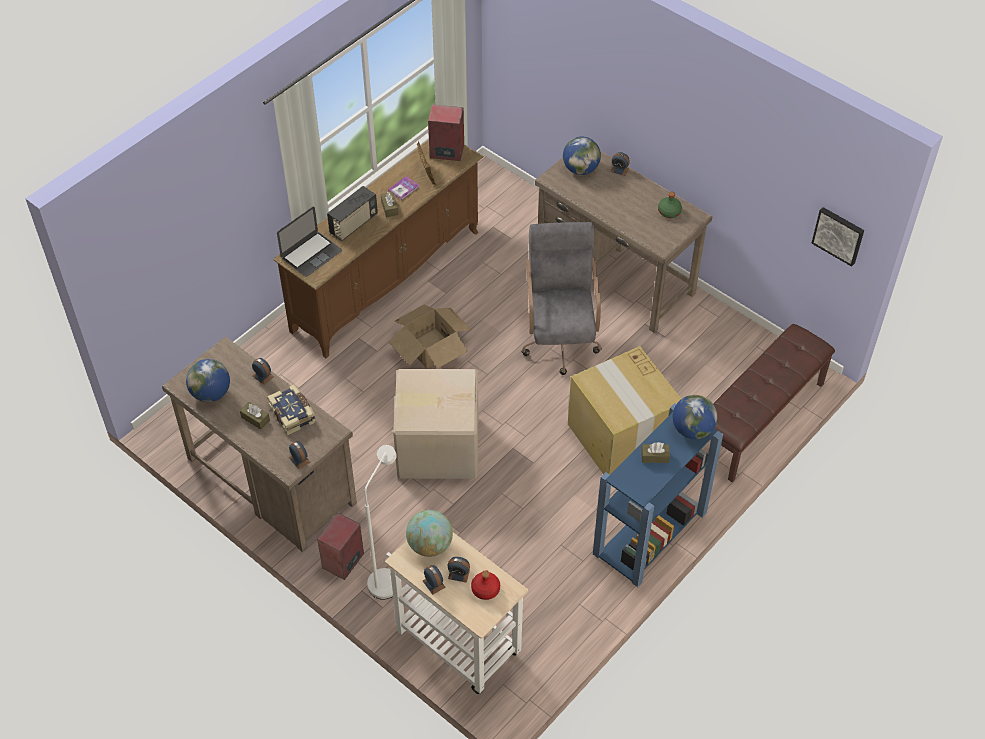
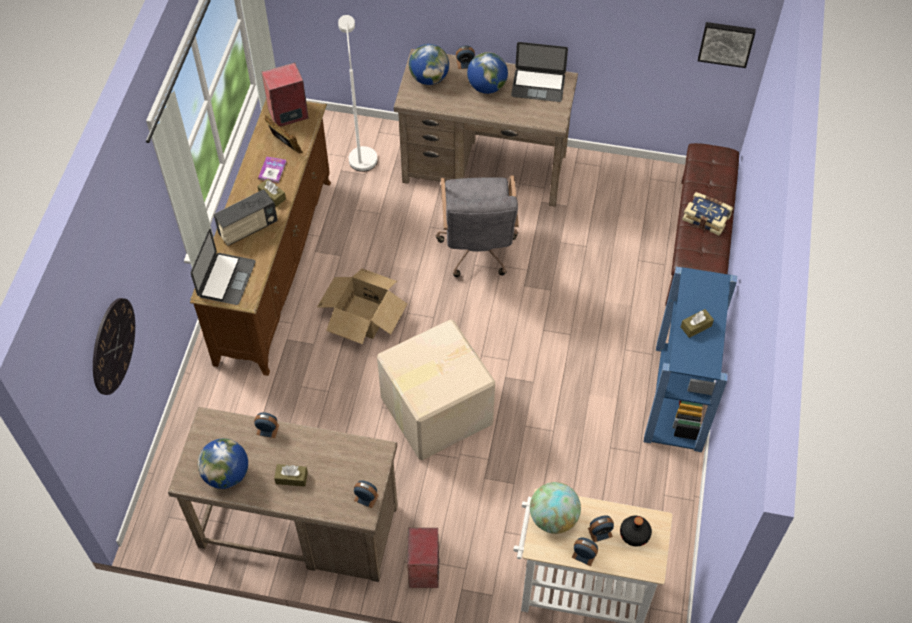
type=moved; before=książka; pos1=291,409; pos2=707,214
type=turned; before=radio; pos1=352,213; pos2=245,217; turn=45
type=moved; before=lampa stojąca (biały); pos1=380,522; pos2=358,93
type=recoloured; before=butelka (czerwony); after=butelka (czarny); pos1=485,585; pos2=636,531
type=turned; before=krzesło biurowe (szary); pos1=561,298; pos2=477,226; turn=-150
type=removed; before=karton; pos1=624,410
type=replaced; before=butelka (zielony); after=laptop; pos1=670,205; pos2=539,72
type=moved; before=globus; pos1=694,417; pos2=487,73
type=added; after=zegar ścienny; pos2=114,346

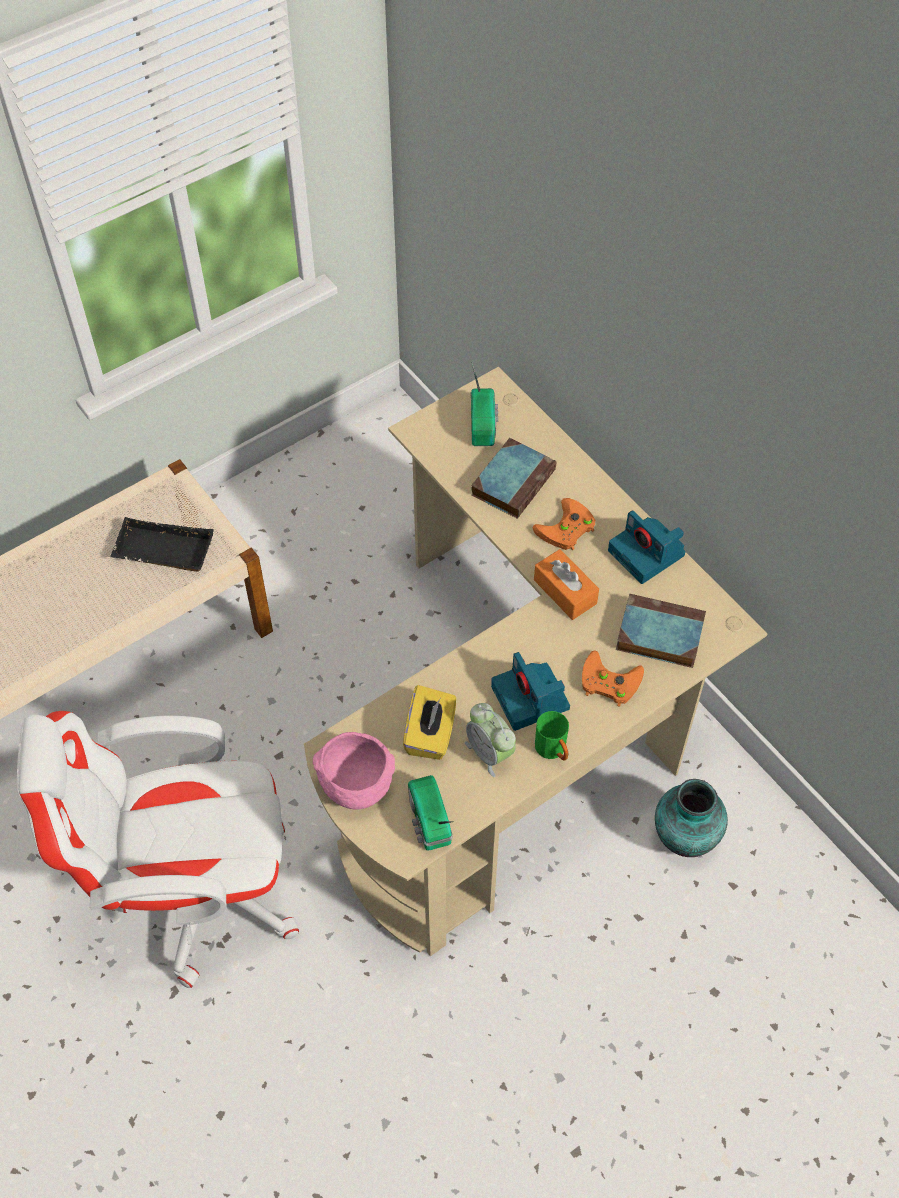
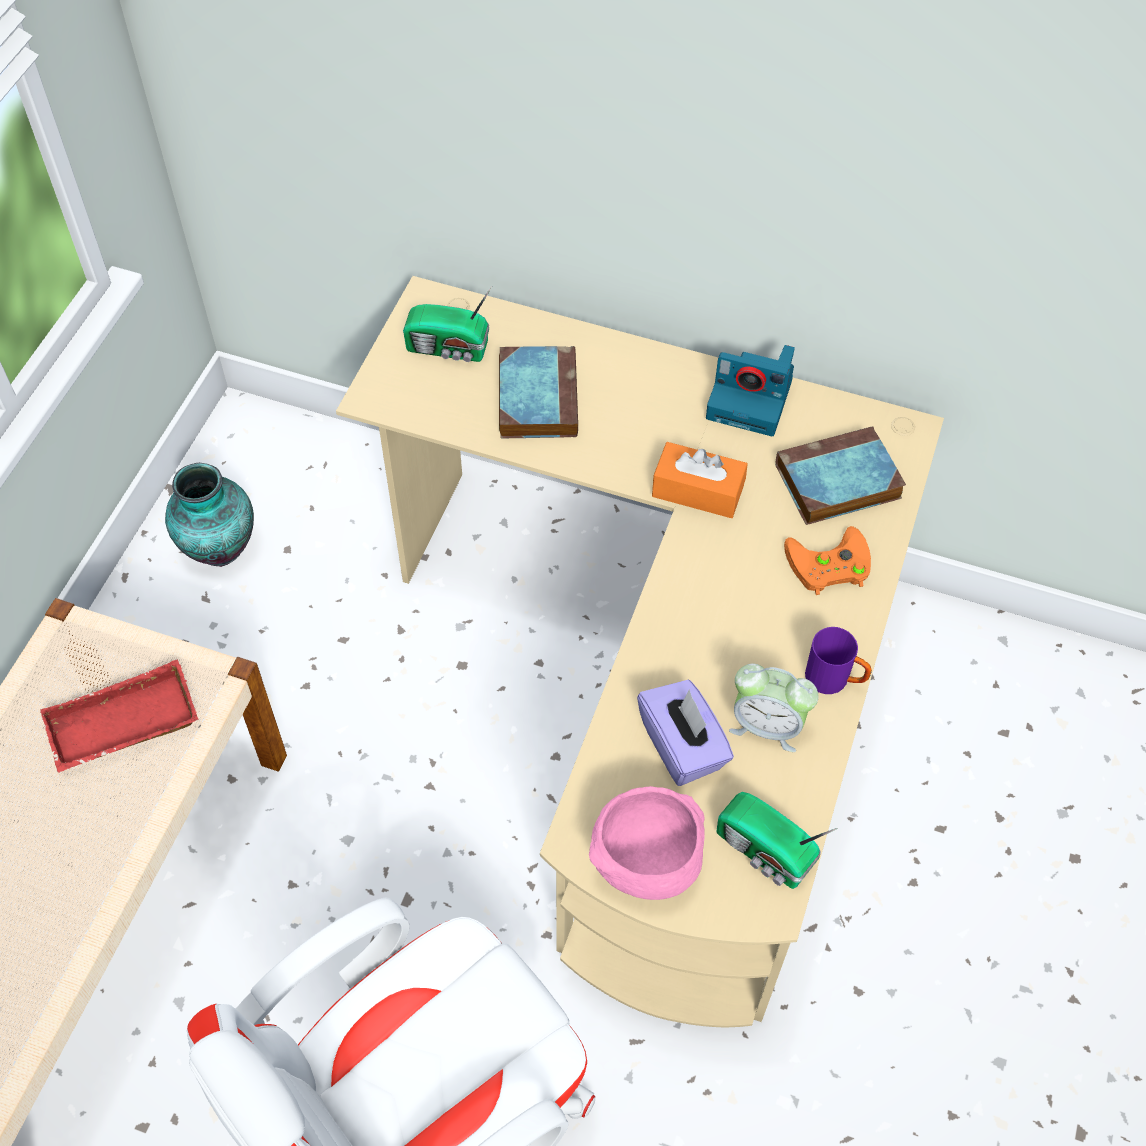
type=recoloured; before=taca (czarny); after=taca (czerwony); pos1=162,544; pos2=119,716
type=recoloured; before=pudełko chusteczek (żółty); after=pudełko chusteczek (fioletowy); pos1=429,722; pos2=685,733
type=turned; before=radio; pos1=484,404; pos2=447,324; turn=135
type=removed; before=aparat fotograficzny; pos1=530,691
type=removed; before=pad do gier (pomarańczowy); pos1=564,524
type=recoloured; before=kubek (zielony); after=kubek (fioletowy); pos1=552,735; pos2=838,660
type=moved; before=wazon; pos1=691,818; pos2=209,515

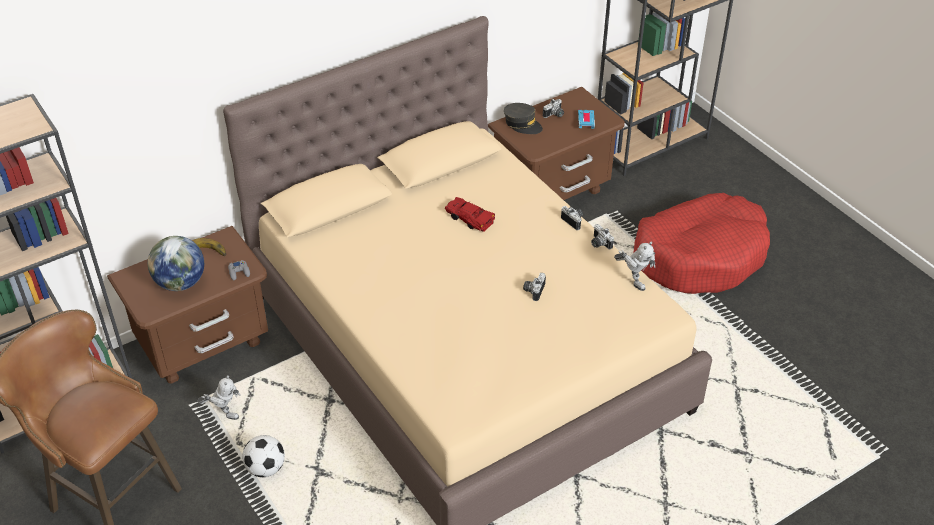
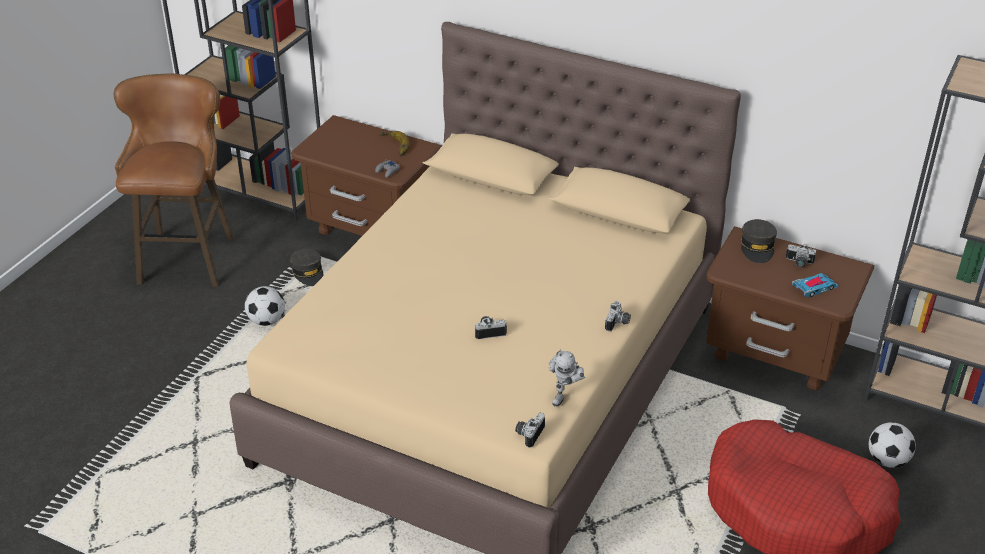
type=removed; before=globus; pos1=176,263
type=replaced; before=robot zabawkowy; after=czapka z daszkiem (szary); pos1=219,397; pos2=306,267
type=removed; before=samochodzik (czerwony); pos1=470,214
type=moved; before=aparat fotograficzny; pos1=602,236; pos2=530,430
type=added; after=piłka futbolowa; pos2=892,445

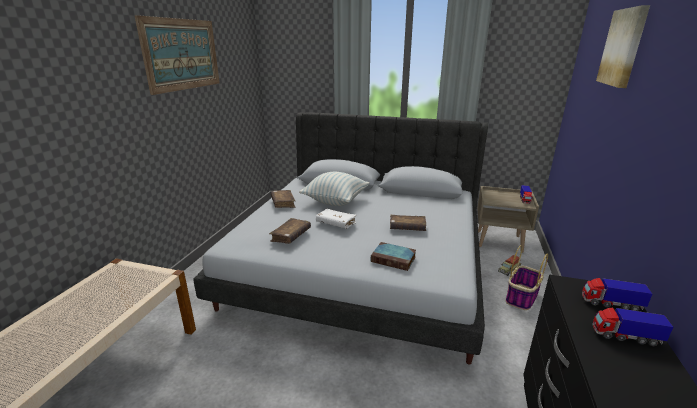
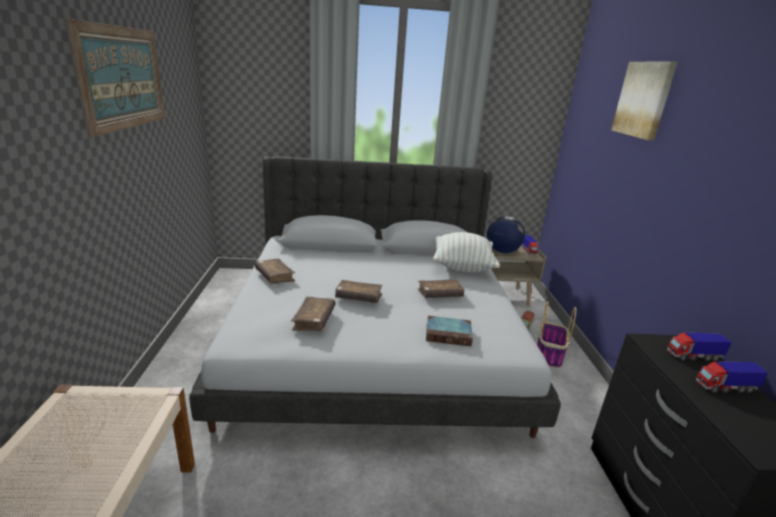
type=moved; before=poduszka; pos1=334,189; pos2=466,252
type=recoloured; before=książka (biały); after=książka (brązowy); pos1=336,219; pos2=359,291
type=added; after=globus; pos2=506,234

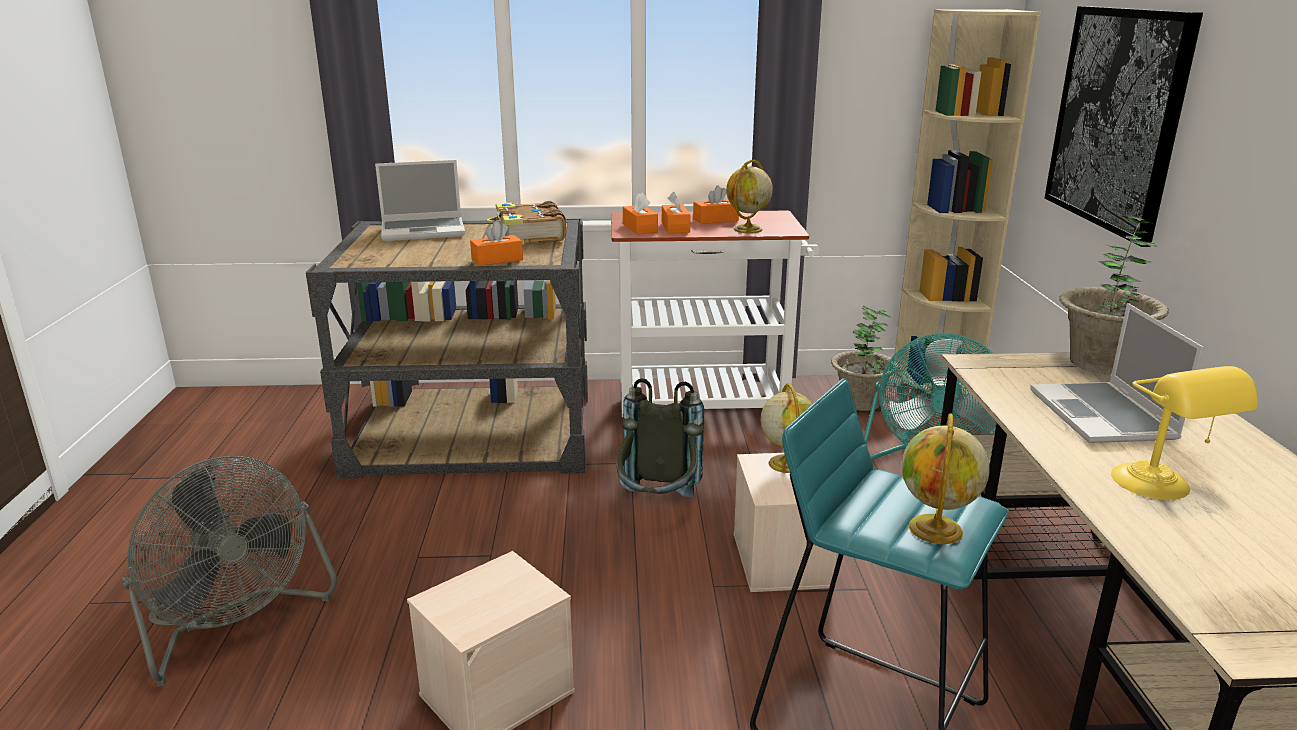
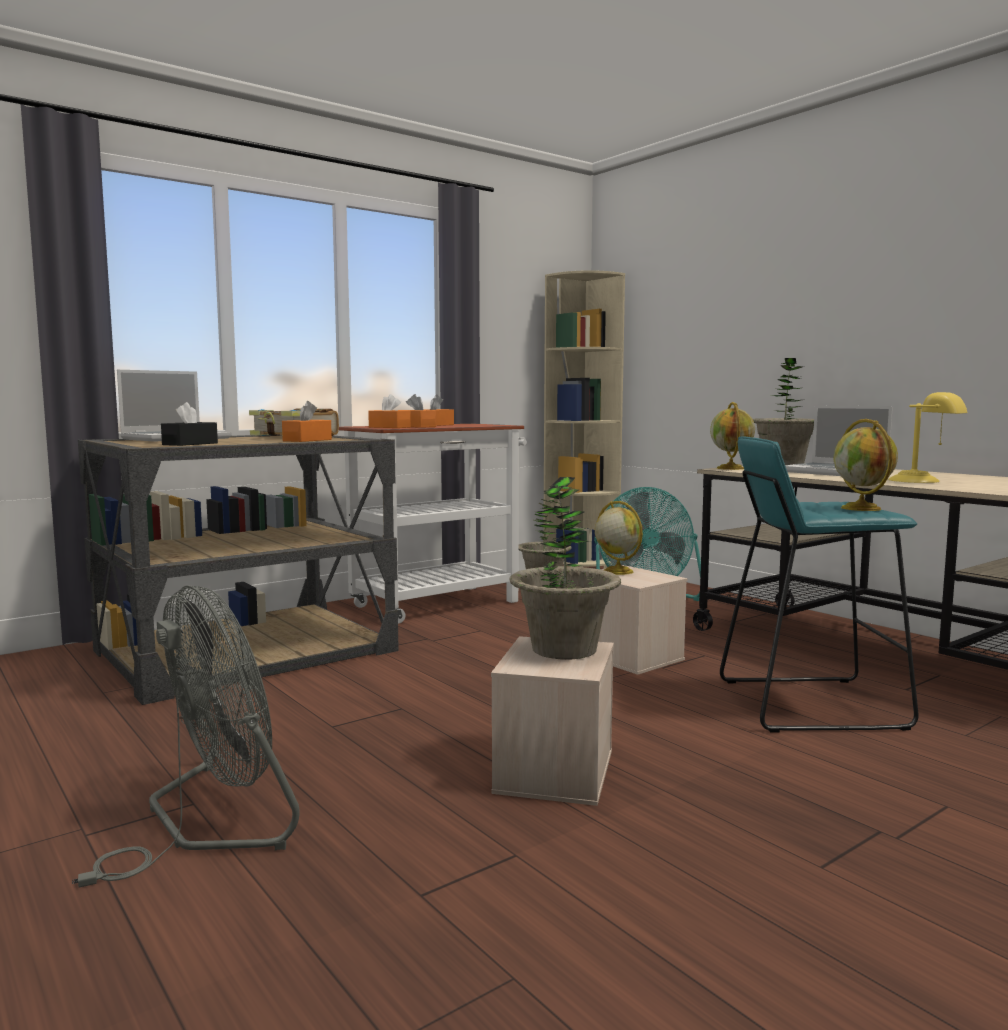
type=turned; before=wentylator (szary); pos1=229,571; pos2=186,736; turn=-45
type=removed; before=plecak (szary); pos1=660,437
type=moved; before=globus; pos1=749,196; pos2=732,436
type=removed; before=obraz; pos1=1123,126
type=added; after=pudełko chusteczek (czarny); pos2=189,424
type=added; after=roślina doniczkowa; pos2=565,568

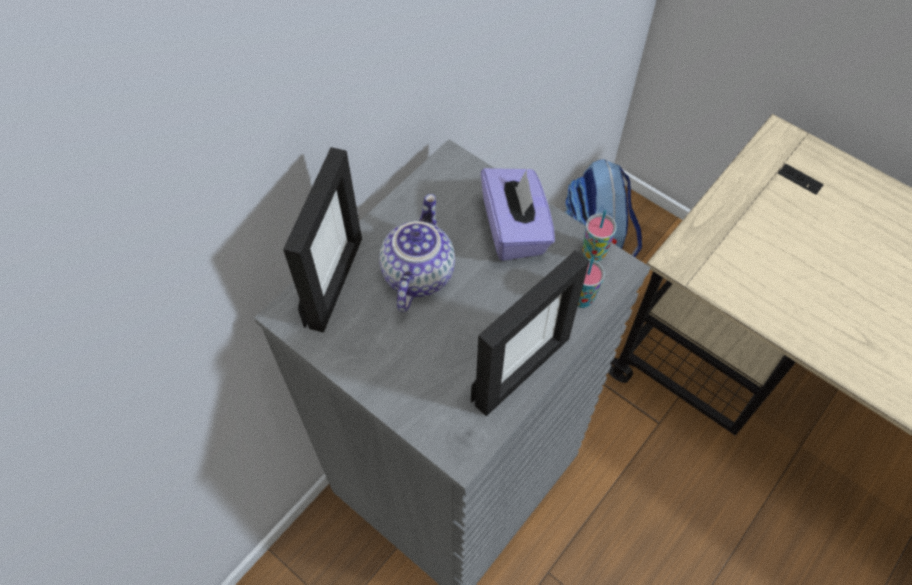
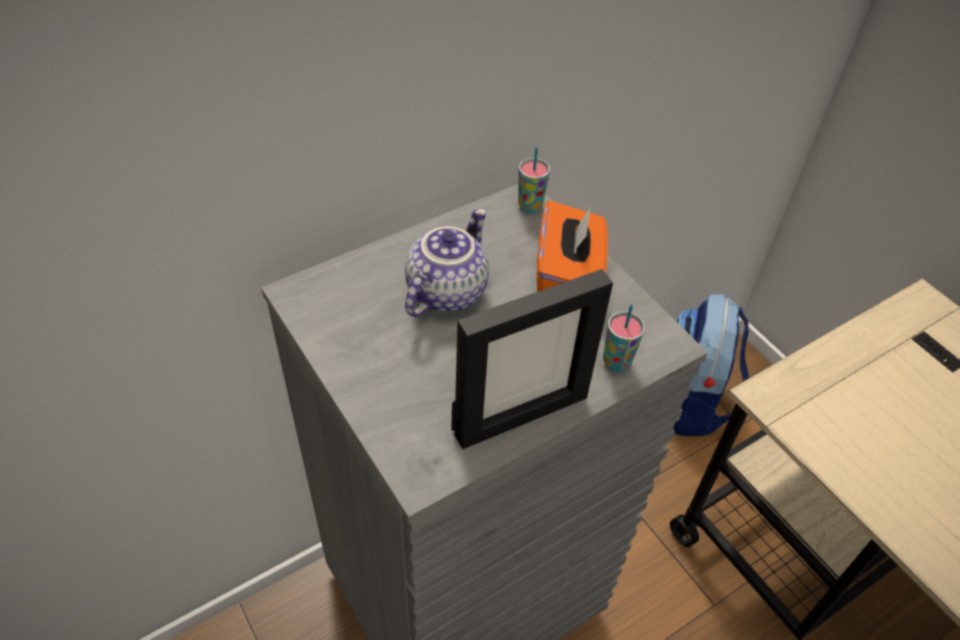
type=removed; before=ramka na zdjęcie; pos1=322,240
type=recoloured; before=pudełko chusteczek (fioletowy); after=pudełko chusteczek (pomarańczowy); pos1=518,214; pos2=572,246
type=moved; before=filiżanka; pos1=599,236; pos2=534,180

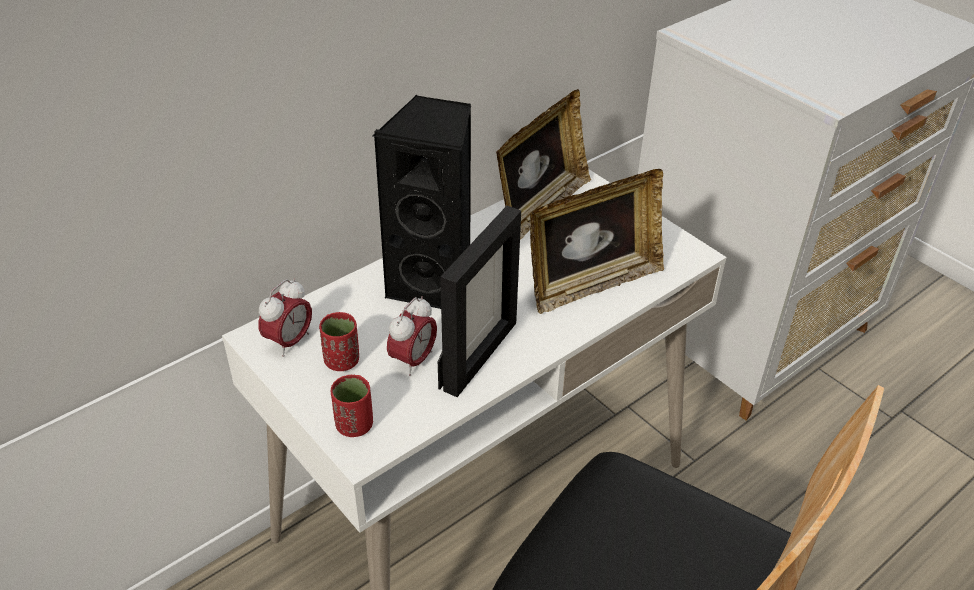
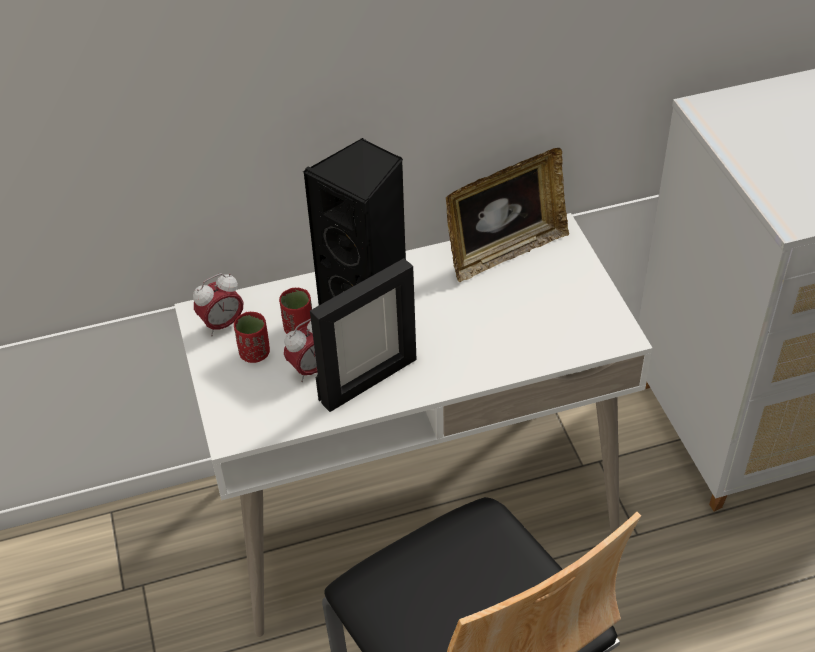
type=moved; before=filiżanka (czerwony); pos1=352,406; pos2=295,311
type=removed; before=ramka na zdjęcie; pos1=597,241

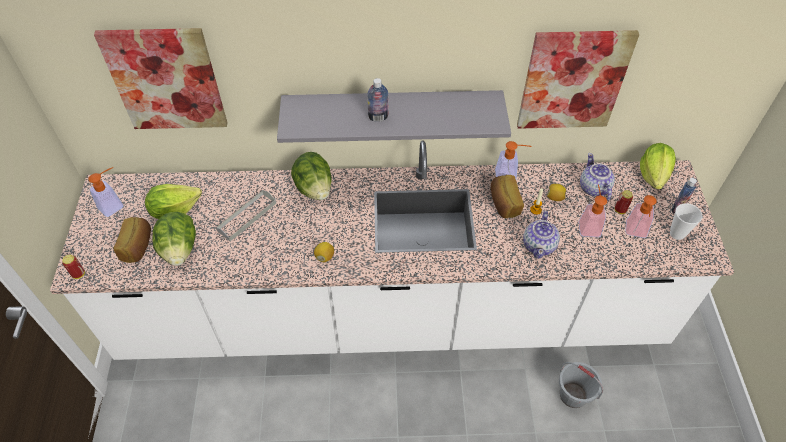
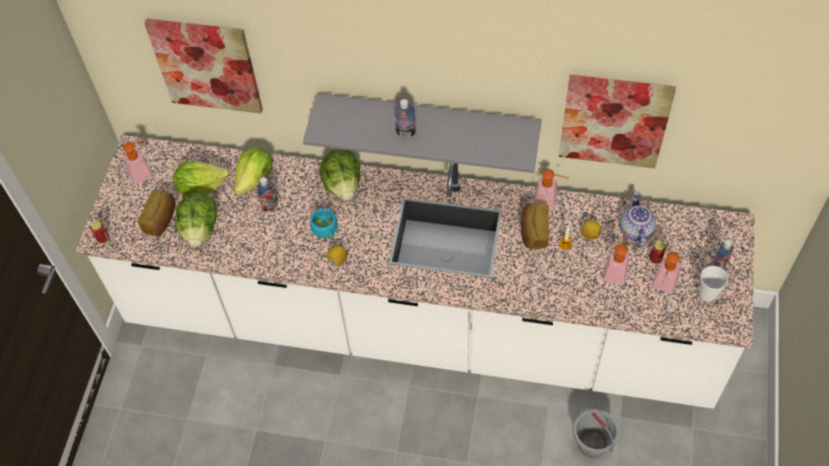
type=replaced; before=taca (szary); after=butelka; pos1=246,215; pos2=267,194
type=removed; before=imbryk; pos1=541,235
type=moved; before=sałata; pos1=658,166; pos2=254,171
type=added; after=filiżanka (turkusowy); pos2=324,224

